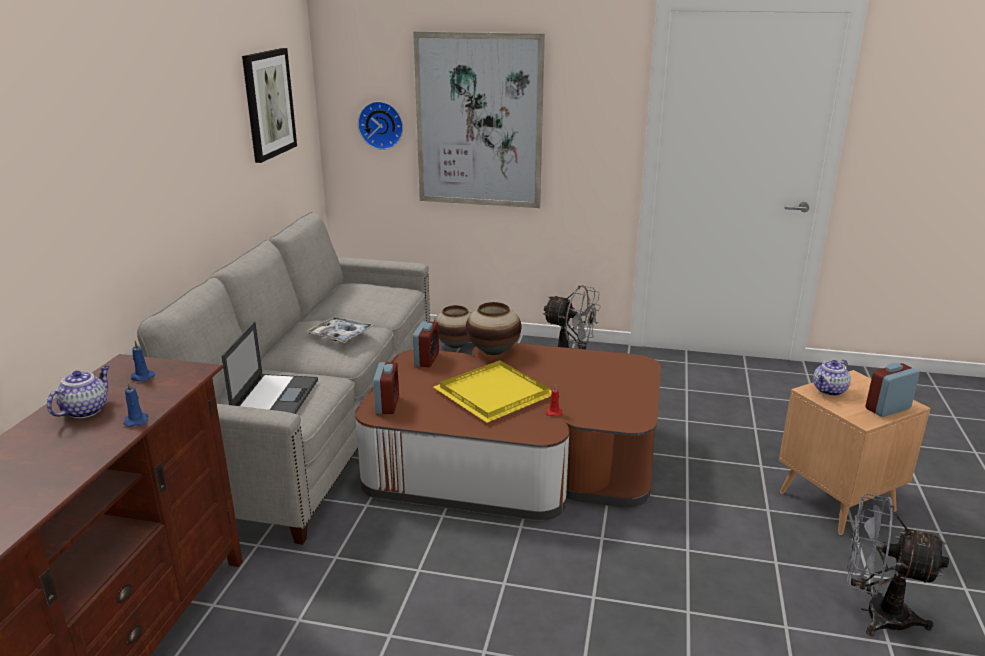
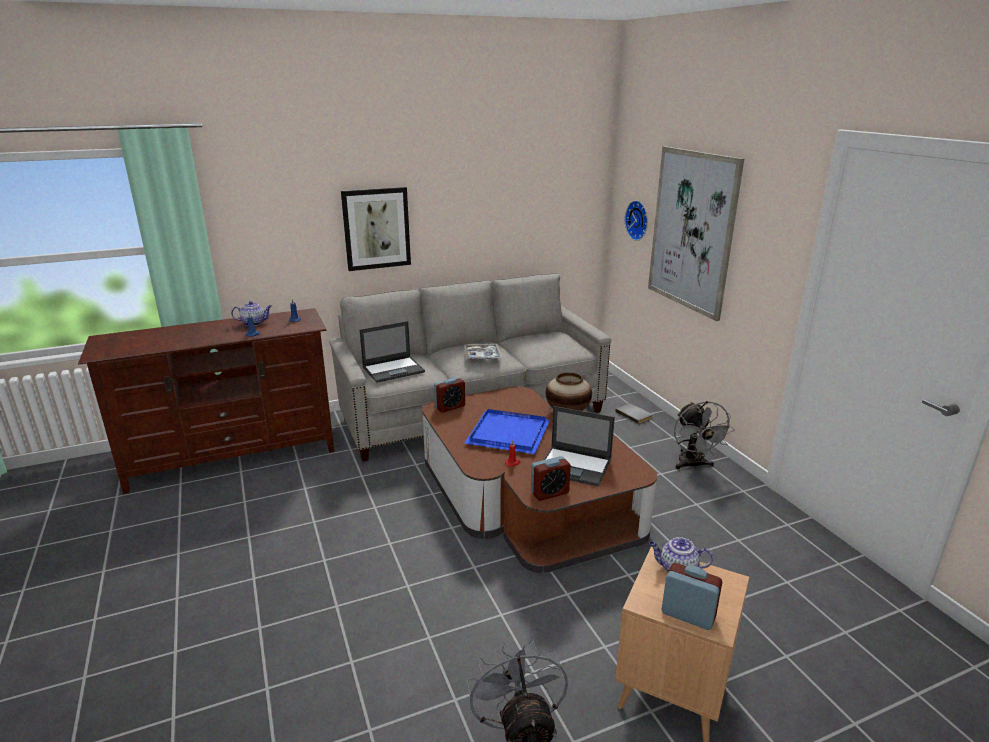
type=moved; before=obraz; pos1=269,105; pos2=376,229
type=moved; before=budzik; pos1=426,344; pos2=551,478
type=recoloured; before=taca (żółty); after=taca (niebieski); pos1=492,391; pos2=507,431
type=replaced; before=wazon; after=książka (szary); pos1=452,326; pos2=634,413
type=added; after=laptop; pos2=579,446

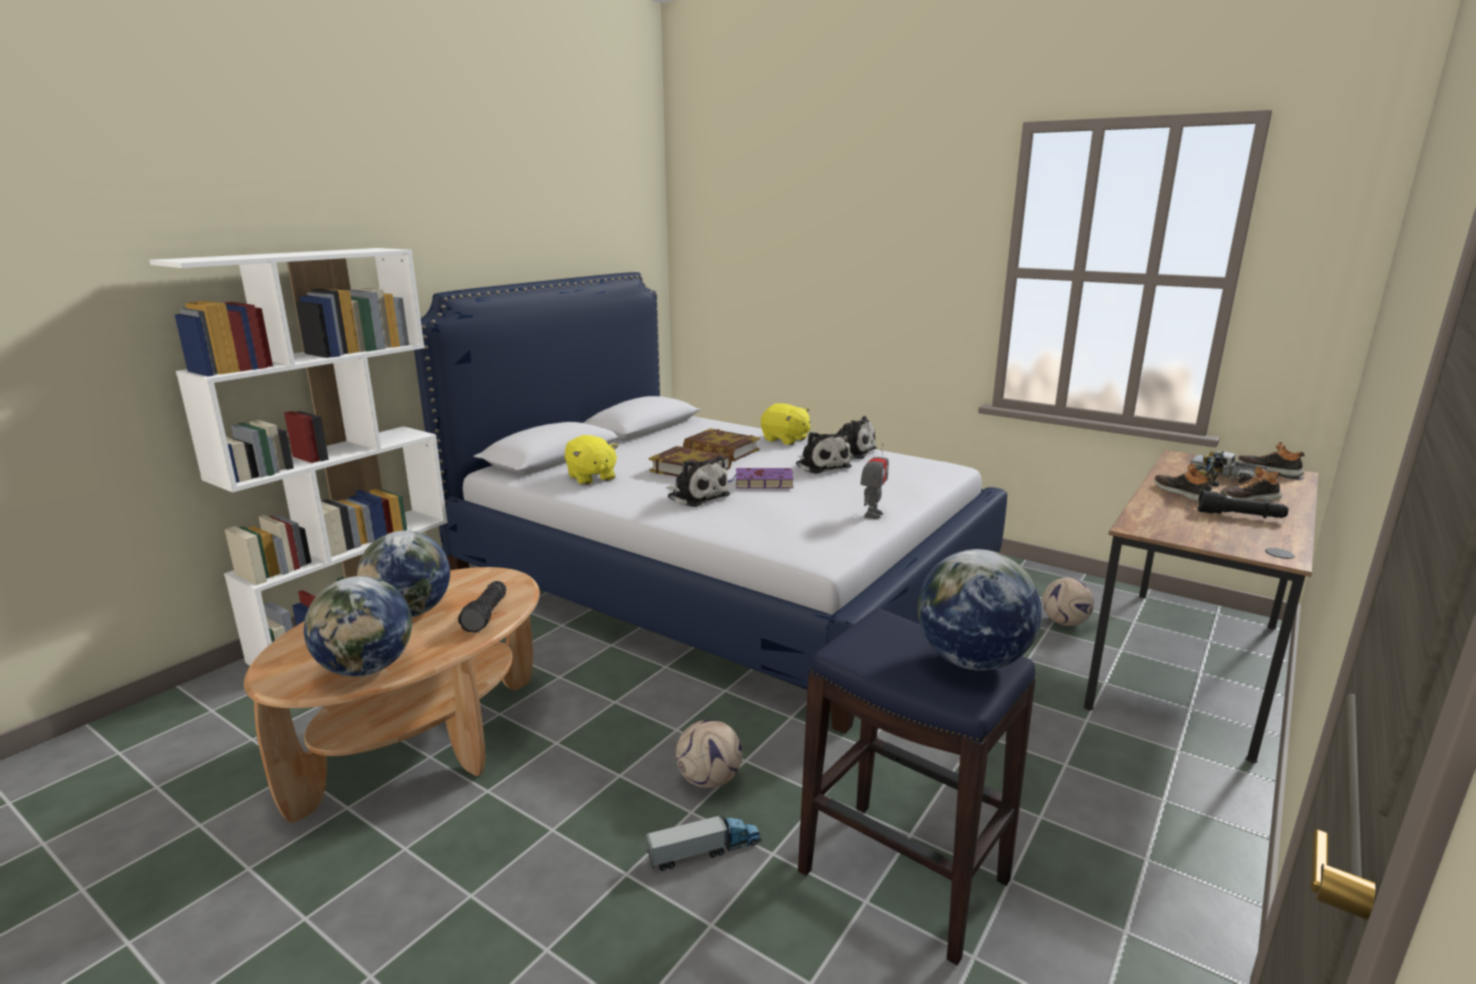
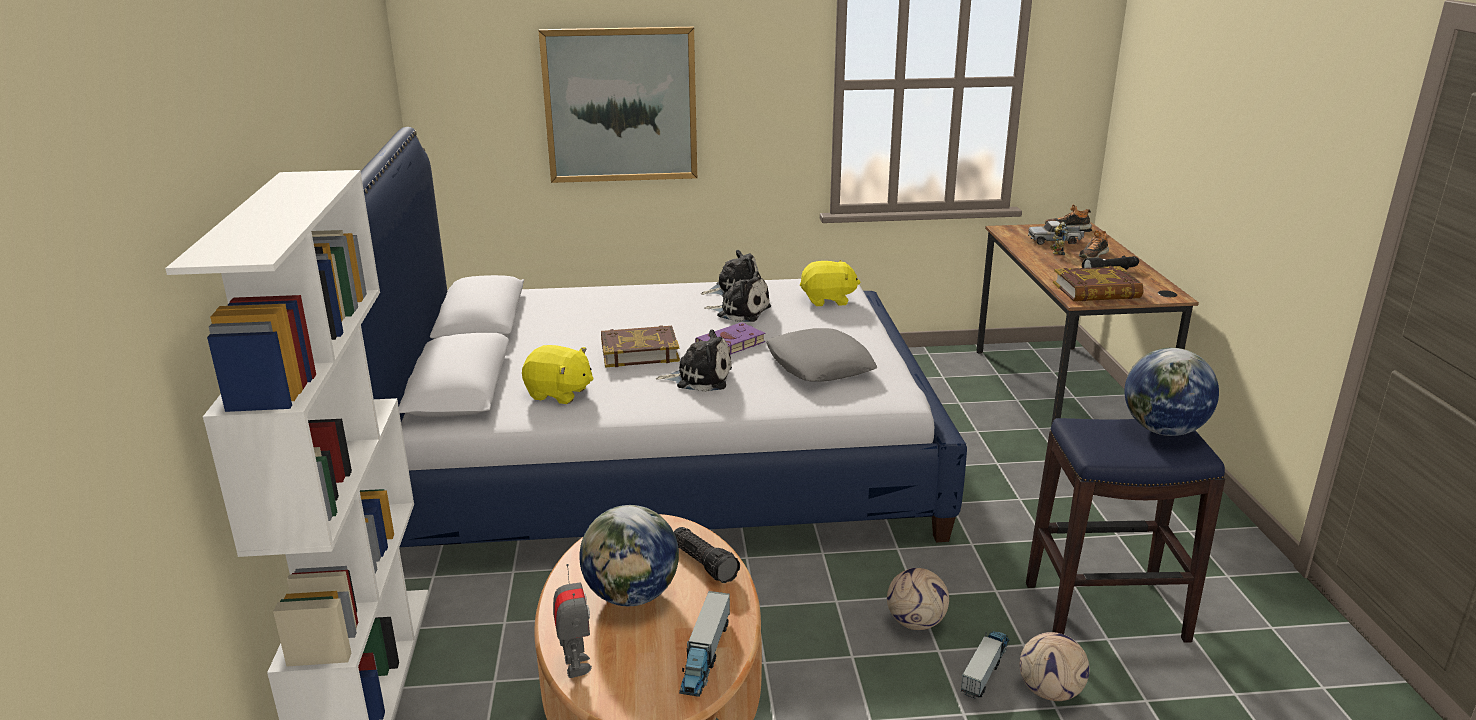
type=replaced; before=globus; after=ciężarówka zabawkowa; pos1=358,626; pos2=704,644
type=moved; before=książka; pos1=721,444; pos2=1098,283
type=moved; before=pluszak (żółty); pos1=786,424; pos2=830,283
type=moved; before=robot zabawkowy; pos1=874,481; pos2=572,621
type=moved; before=piłka futbolowa; pos1=1068,602; pos2=1054,666
type=removed; before=but; pos1=1183,482
type=added; after=obraz; pos2=617,105
type=added; after=poduszka (szary); pos2=821,354

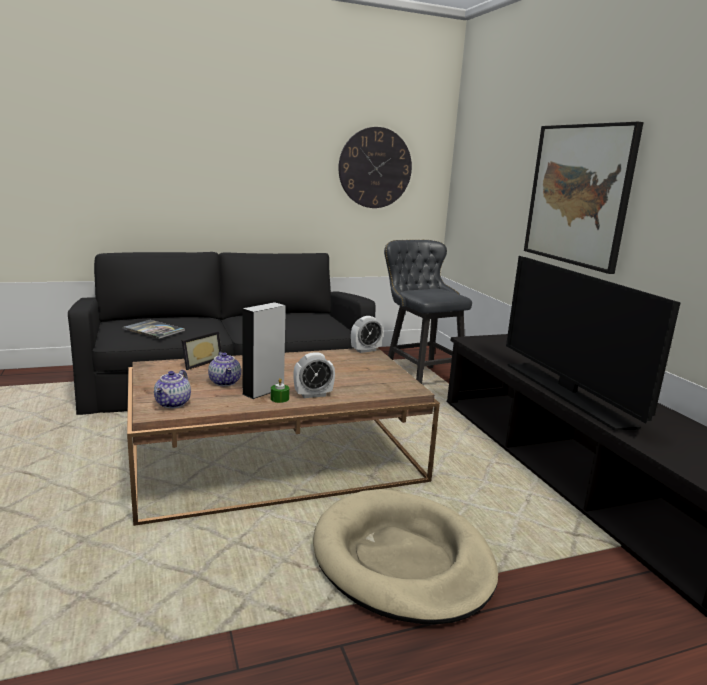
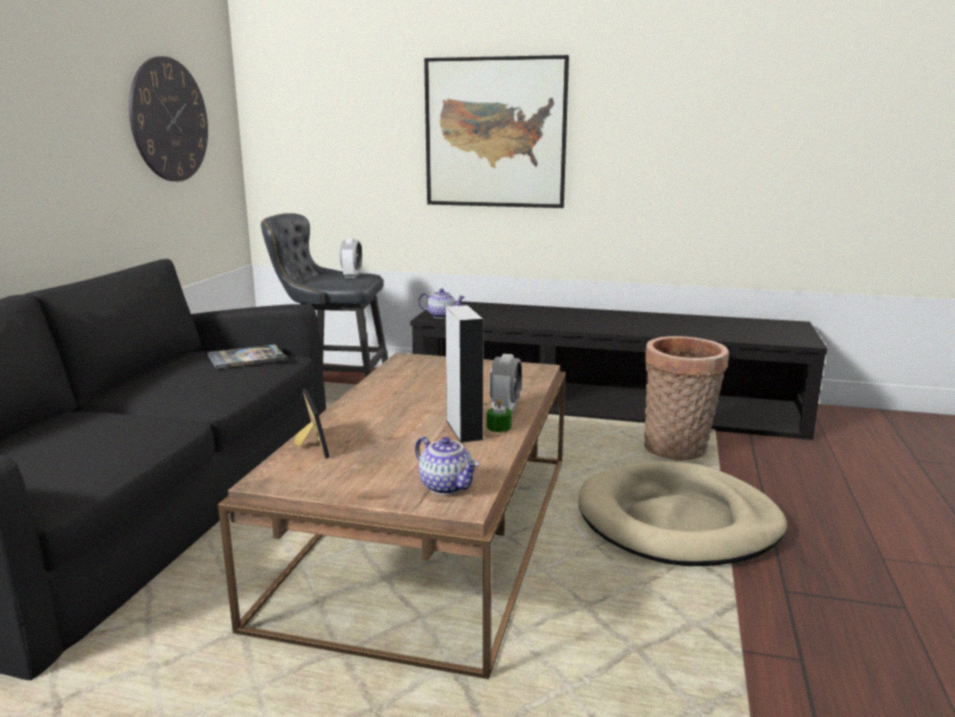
type=moved; before=książka; pos1=154,329; pos2=247,357
type=moved; before=imbryk; pos1=224,369; pos2=442,303
type=moved; before=budzik; pos1=367,334; pos2=351,258
type=removed; before=telewizor; pos1=593,343
type=added; after=koszyk; pos2=686,398

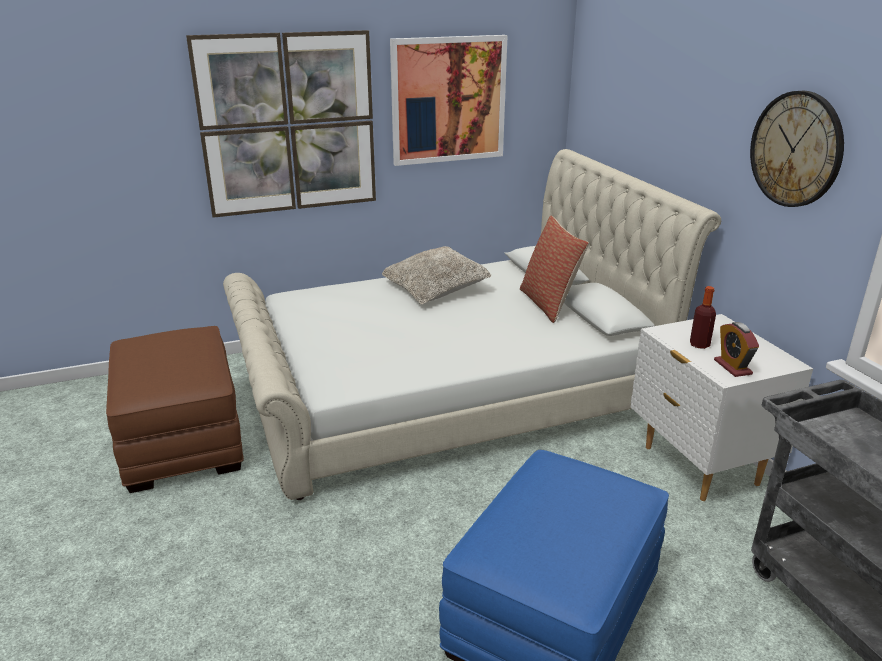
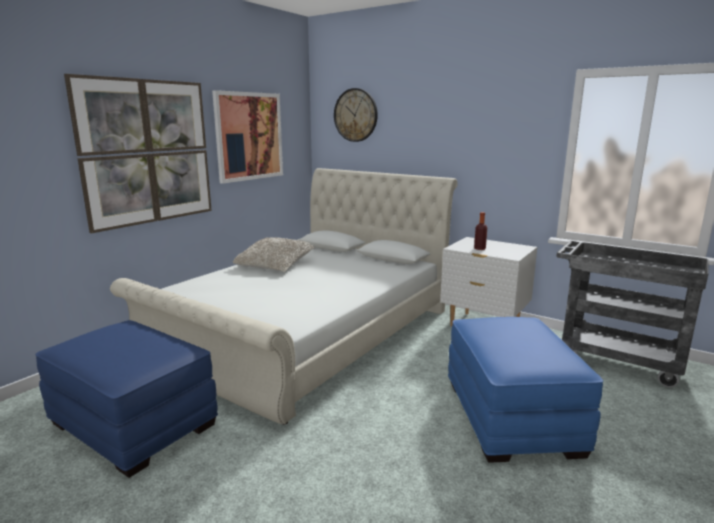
type=recoloured; before=pufa (brązowy); after=pufa (niebieski); pos1=175,409; pos2=126,399
type=removed; before=poduszka; pos1=554,269
type=removed; before=budzik; pos1=736,349
type=moved; before=zegar ścienny; pos1=797,149; pos2=356,115

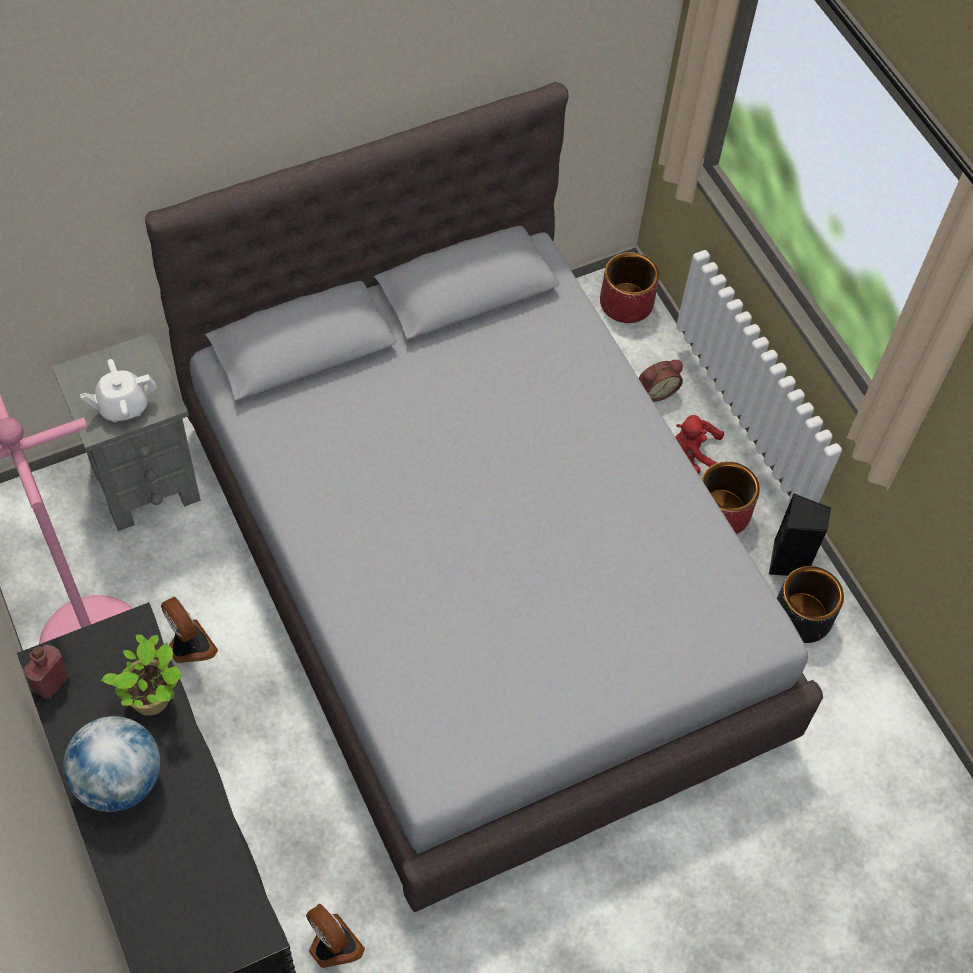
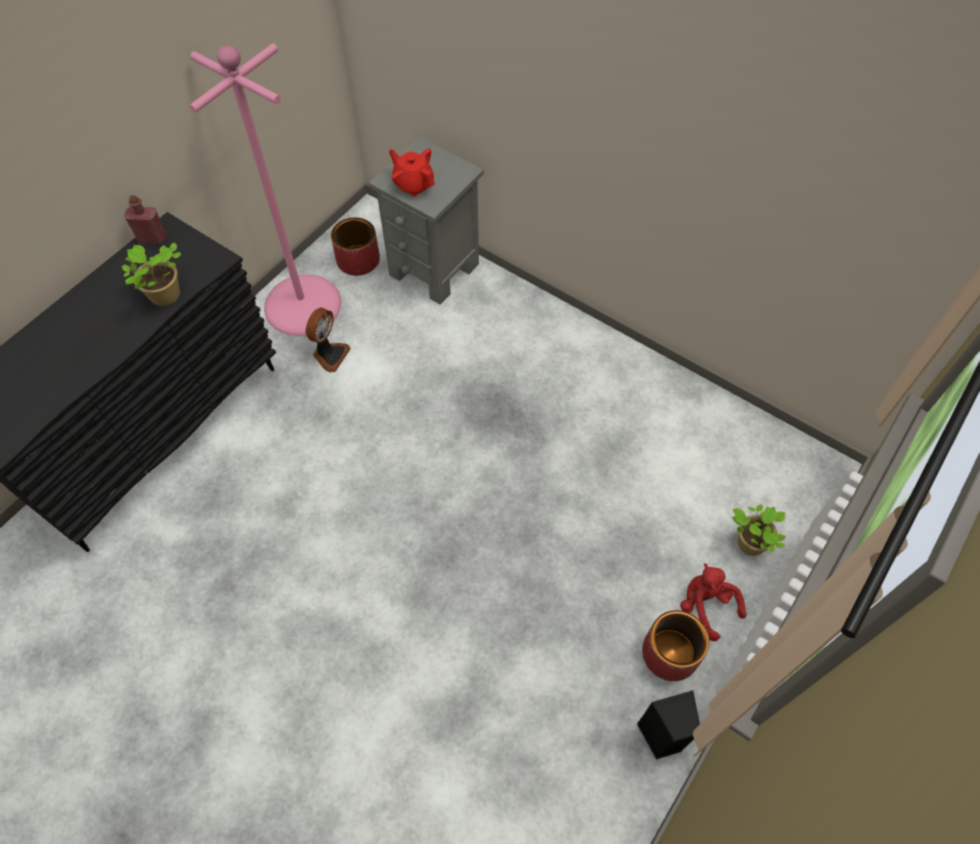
type=removed; before=globus; pos1=111,764
type=recoloured; before=imbryk (biały); after=imbryk (czerwony); pos1=118,390; pos2=412,172
type=removed; before=łóżko (szary); pos1=484,497
type=removed; before=wentylator; pos1=335,935
type=moved; before=donica (czerwony); pos1=629,287; pos2=355,247
type=replaced; before=budzik; after=roślina doniczkowa; pos1=661,381; pos2=759,530
type=removed; before=donica (czarny); pos1=810,604

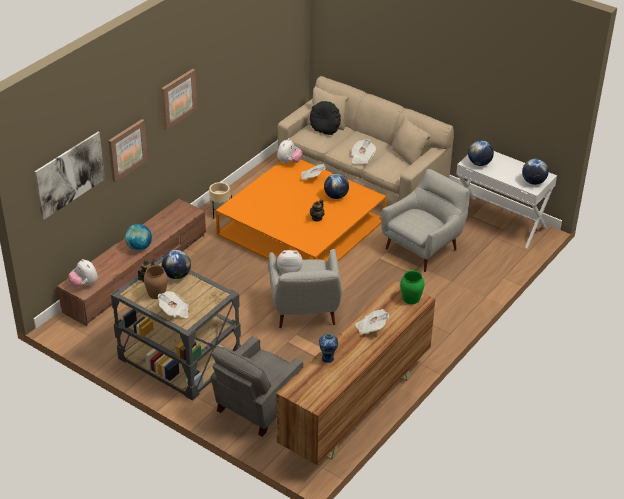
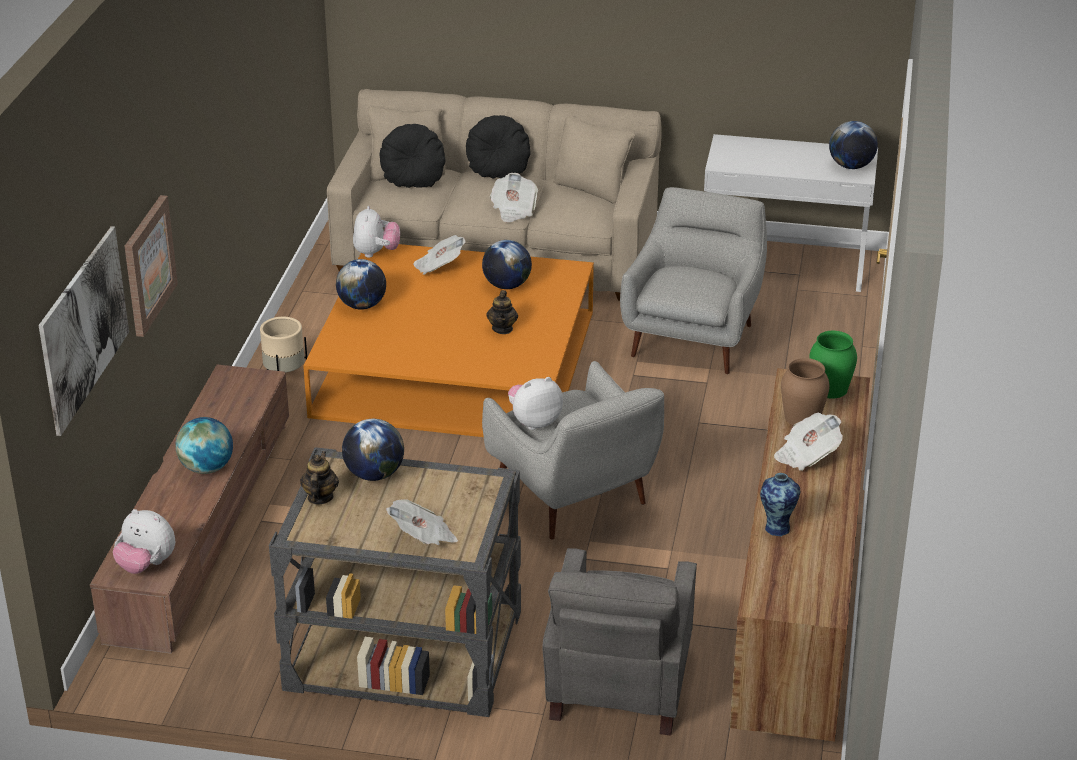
type=moved; before=wazon (brązowy); pos1=156,282; pos2=805,392
type=removed; before=obraz; pos1=179,99
type=moved; before=globus; pos1=481,153; pos2=361,284
type=added; after=poduszka (czarny); pos2=498,146

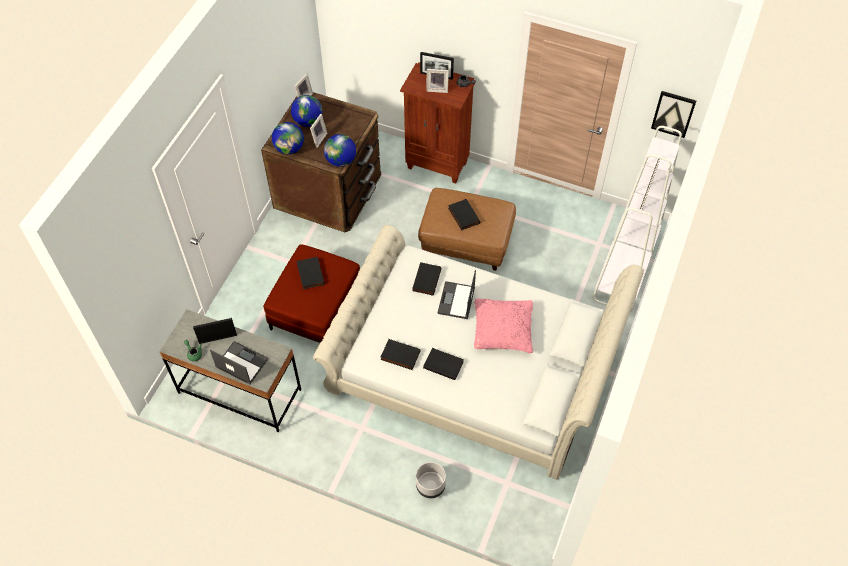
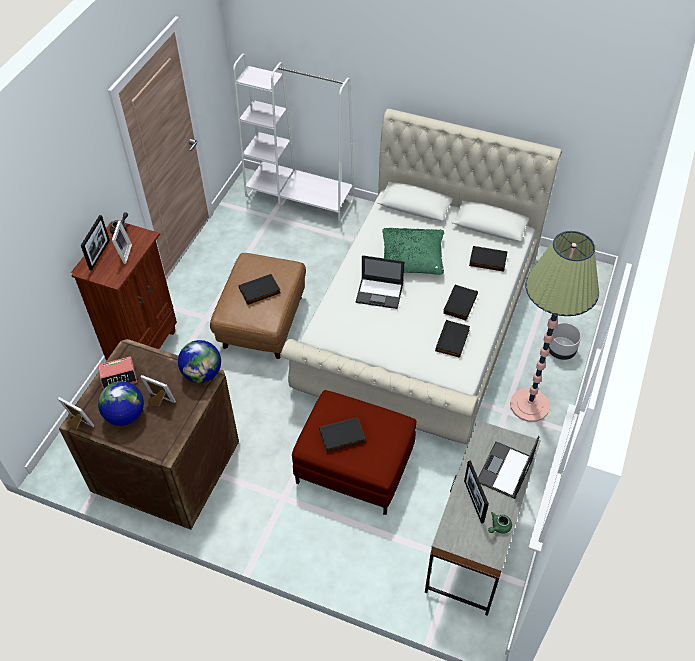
type=removed; before=globus; pos1=288,138
type=moved; before=książka (czarny); pos1=427,279; pos2=488,259
type=recoloured; before=poduszka (różowy); after=poduszka (zielony); pos1=503,326; pos2=413,251
type=removed; before=obraz; pos1=673,114
type=added; after=budzik; pos2=117,372
type=added; after=lampa stojąca; pos2=554,326

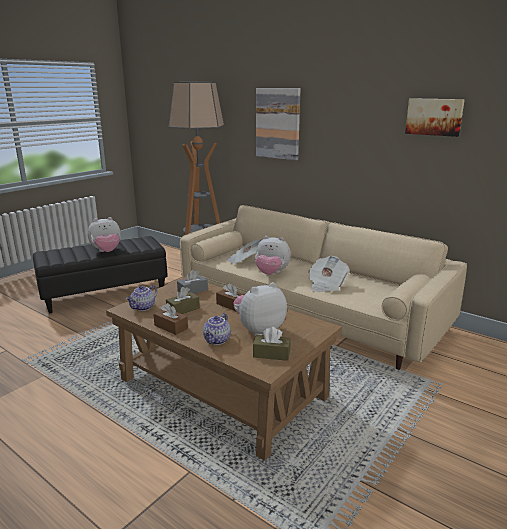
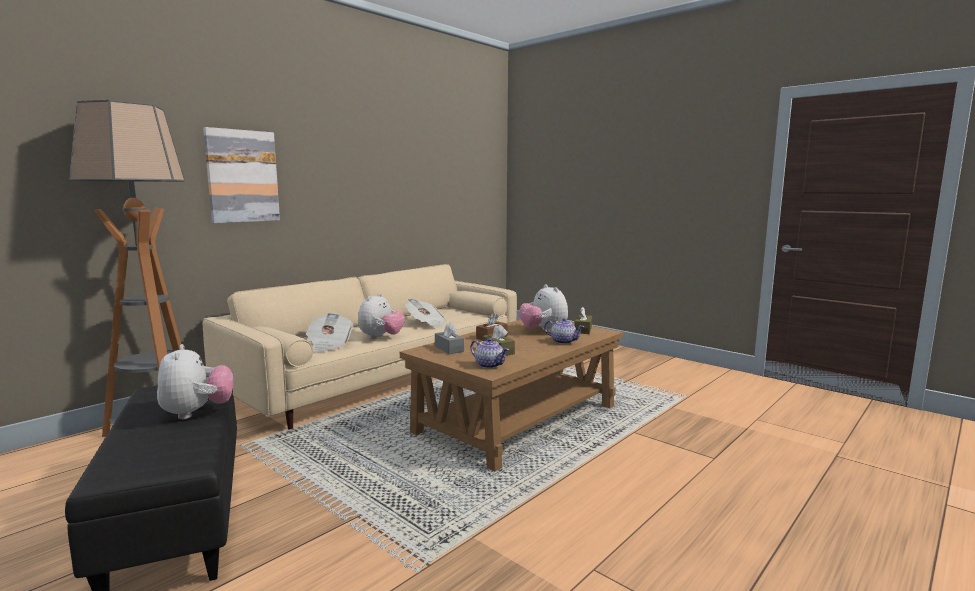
type=removed; before=pudełko chusteczek (brązowy); pos1=170,319
type=removed; before=obraz; pos1=435,117

